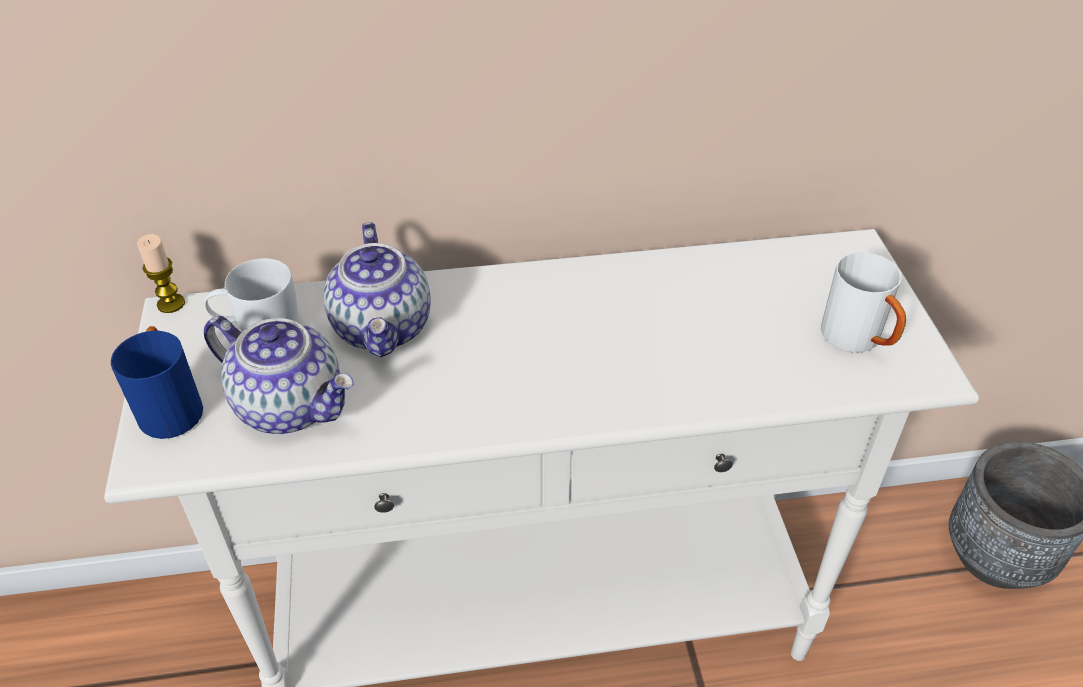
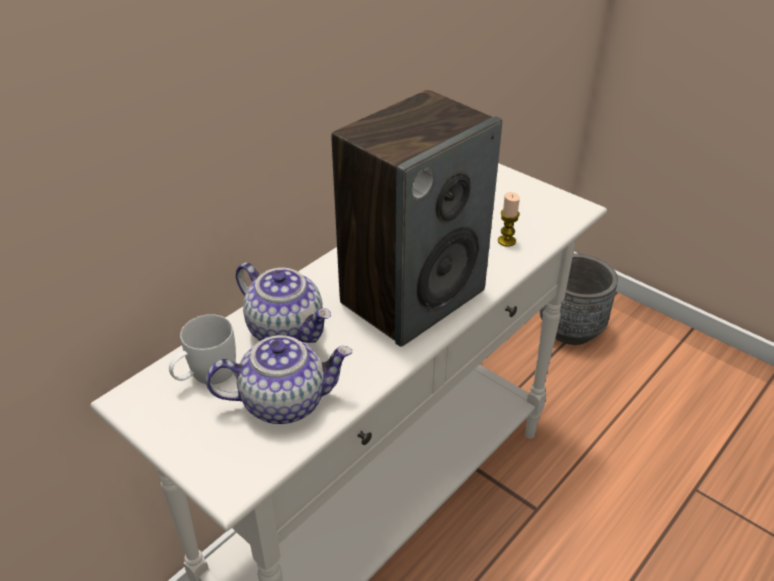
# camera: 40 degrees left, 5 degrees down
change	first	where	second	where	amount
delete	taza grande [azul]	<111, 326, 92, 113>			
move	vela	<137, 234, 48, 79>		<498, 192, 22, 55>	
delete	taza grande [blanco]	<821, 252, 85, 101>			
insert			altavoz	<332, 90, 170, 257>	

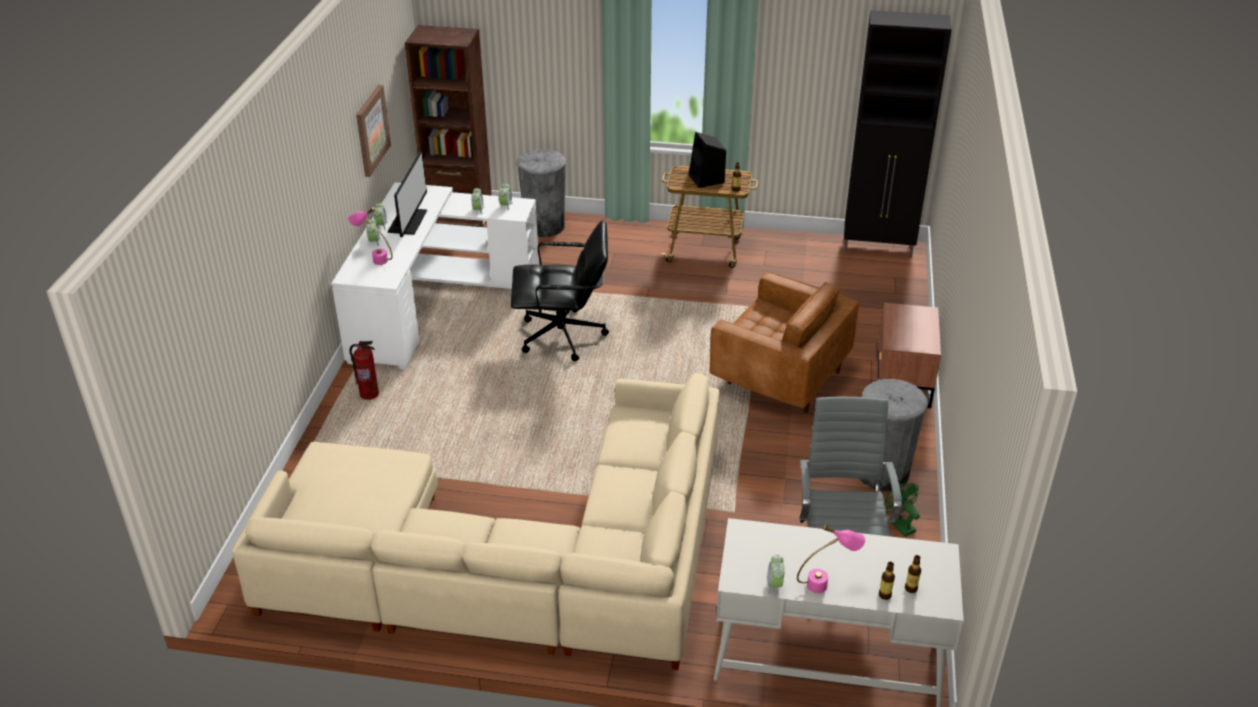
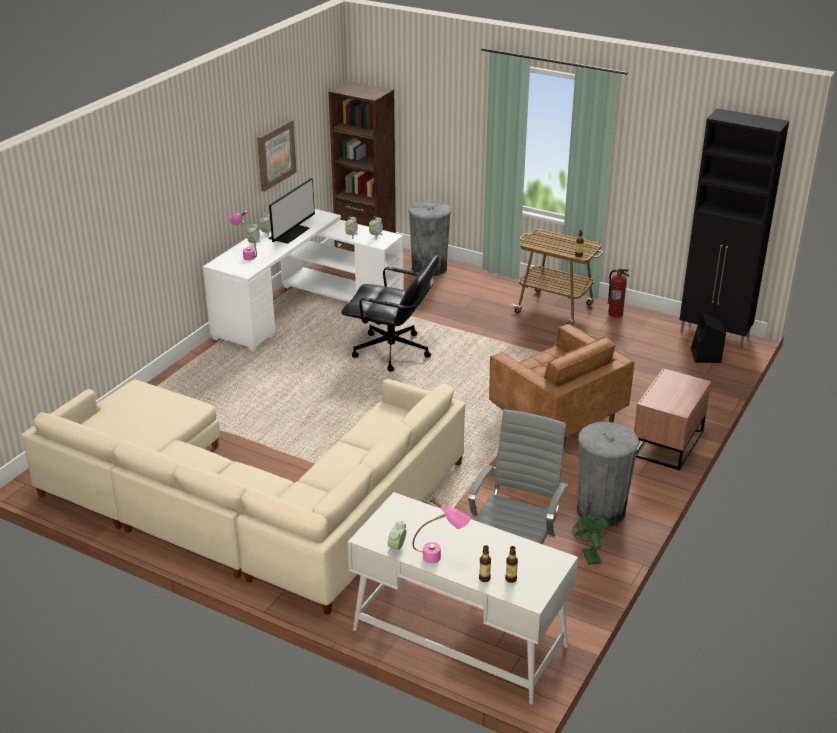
# camera: 20 degrees right, 5 degrees down
change	first	where	second	where	amount
move	extintor	<349, 341, 30, 59>		<608, 268, 21, 49>	
move	altavoz [negro]	<689, 132, 37, 56>		<691, 312, 35, 51>	

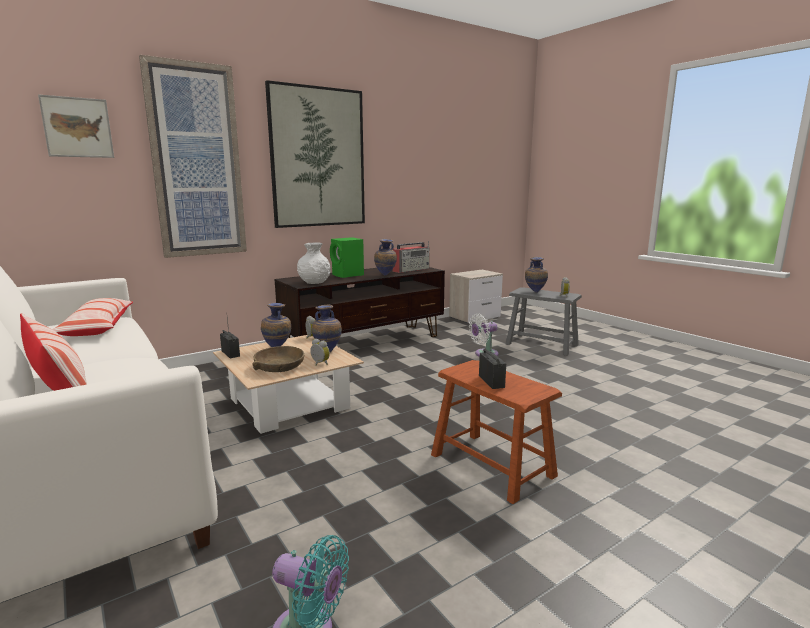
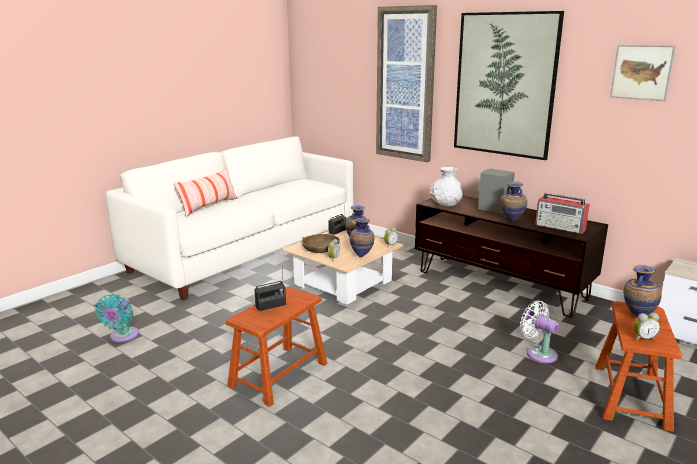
# camera: 75 degrees right, 5 degrees up
change	first	where	second	where	amount
move	cuadro	<38, 94, 76, 64>		<610, 45, 66, 56>	
delete	cojín	<52, 298, 81, 38>			
recolor	altavoz [verde]	<330, 237, 34, 41>	altavoz [gris]	<478, 168, 37, 46>	
recolor	taburete [gris]	<506, 288, 76, 68>	taburete [marrón]	<595, 301, 87, 131>	

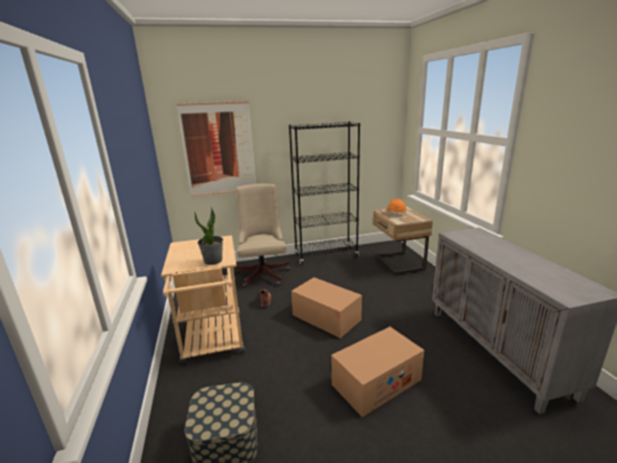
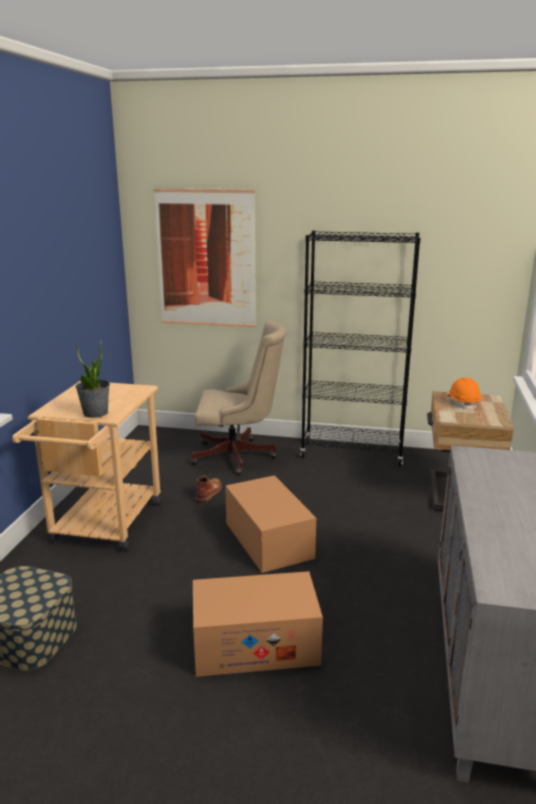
# camera: 25 degrees right, 0 degrees up
change	first	where	second	where	amount
rotate	silla de oficina [beis]	<235, 184, 55, 104>		<191, 321, 95, 154>	75 degrees clockwise

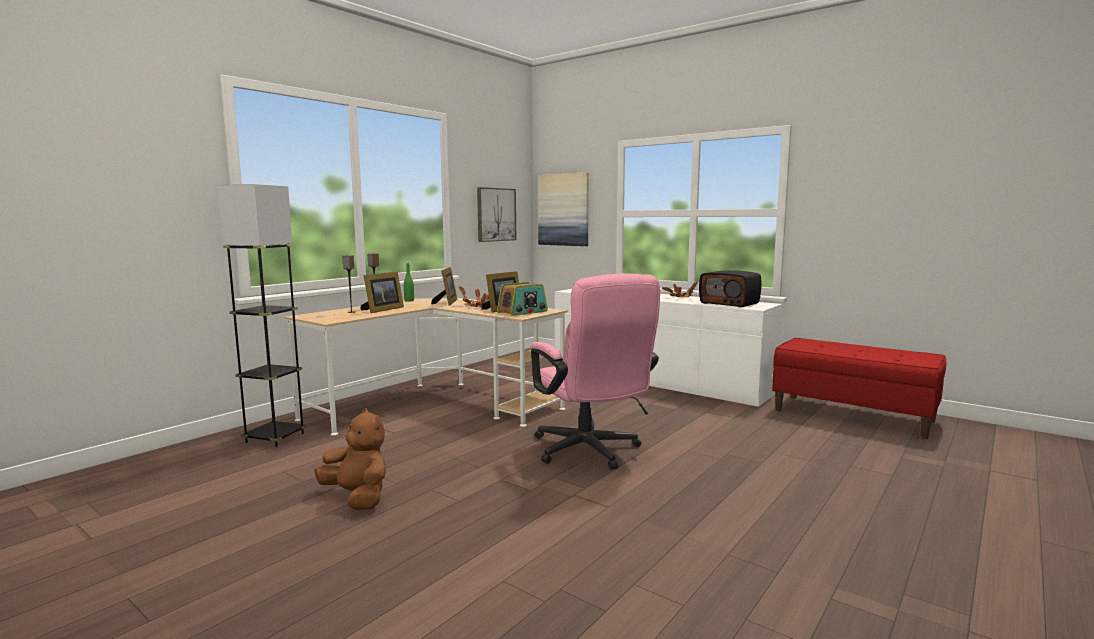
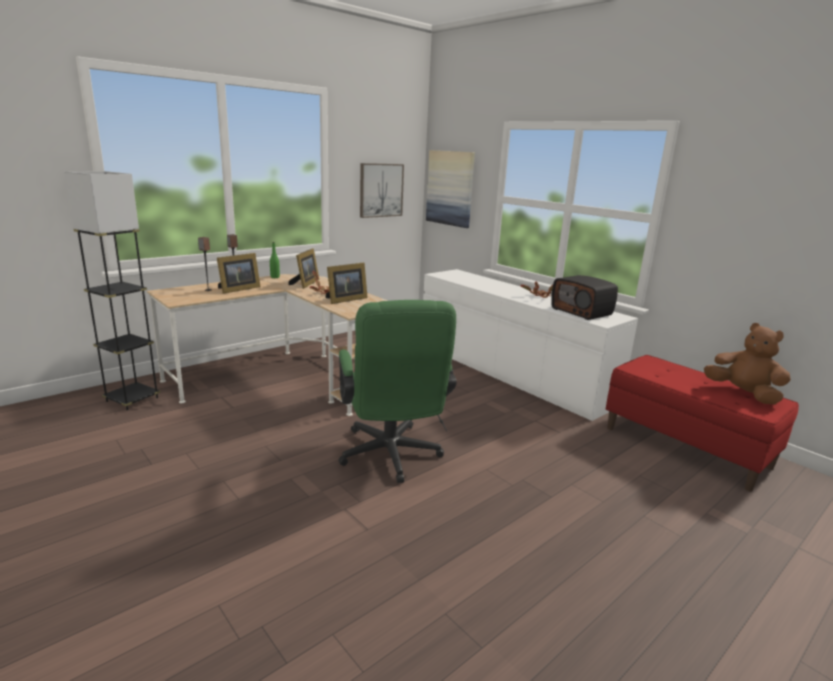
# camera: 10 degrees right, 10 degrees up
change	first	where	second	where	amount
move	peluche [marrón]	<314, 408, 72, 102>		<704, 323, 87, 82>	
delete	radio	<497, 282, 51, 34>			
recolor	silla de oficina [rosa]	<531, 273, 129, 197>	silla de oficina [verde]	<338, 300, 119, 183>	

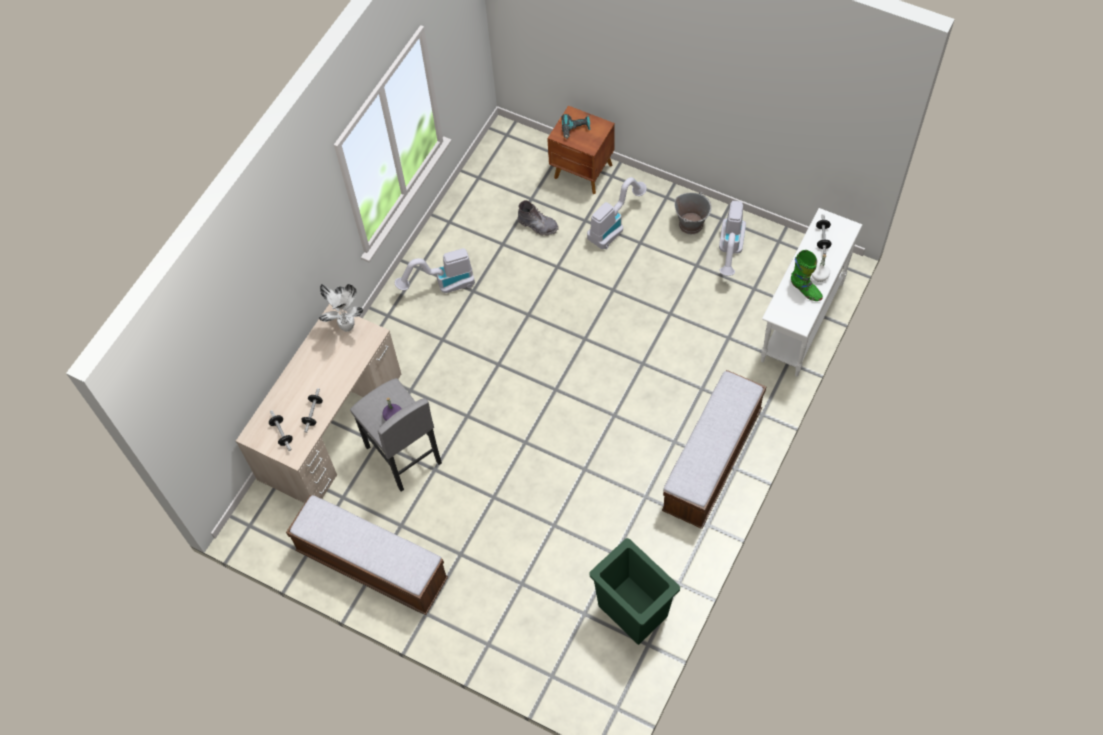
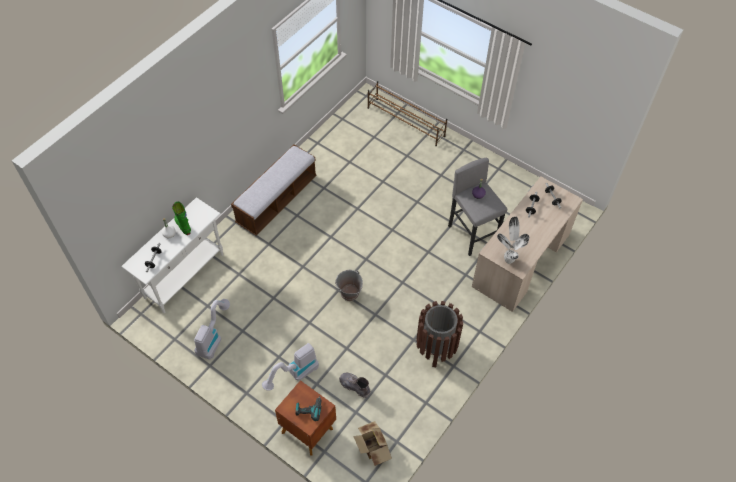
# camera: 175 degrees left, 5 degrees down
change	first	where	second	where	amount
delete	banco	<286, 495, 162, 120>			
replace	aspiradora	<395, 248, 80, 45>	papelera [marrón]	<416, 301, 47, 66>	
delete	papelera [verde]	<589, 538, 91, 107>			
move	cubo [gris]	<674, 192, 38, 42>		<335, 270, 28, 31>	
insert			caja de cartón	<353, 421, 39, 45>	
insert			zapatero [marrón]	<368, 81, 79, 65>	

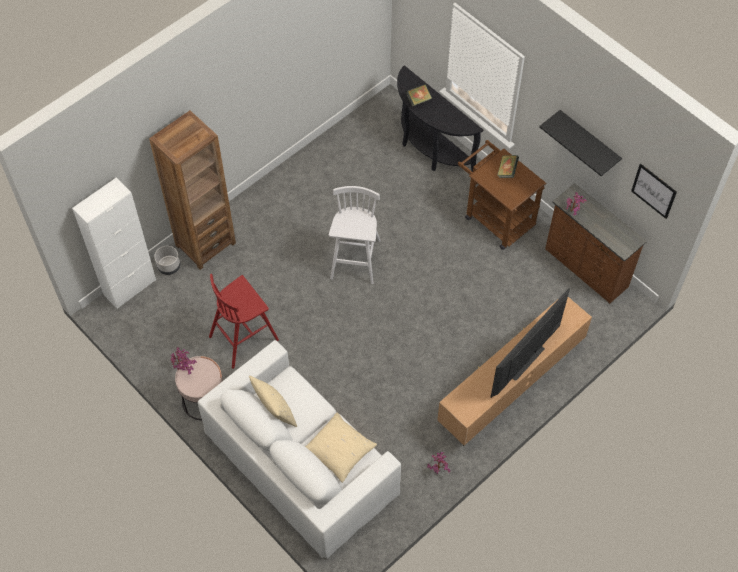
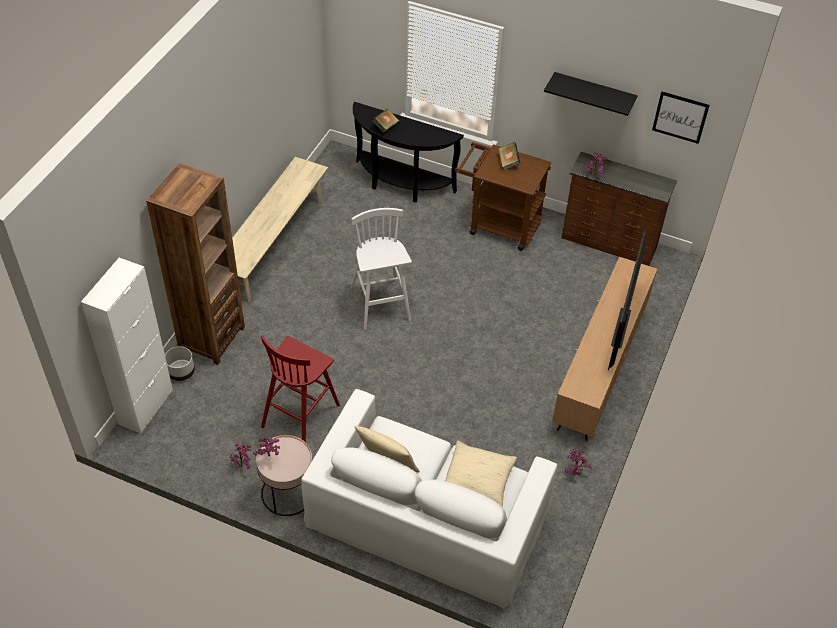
# camera: 25 degrees left, 10 degrees down
change	first	where	second	where	amount
insert			banco [beis]	<232, 157, 96, 145>	

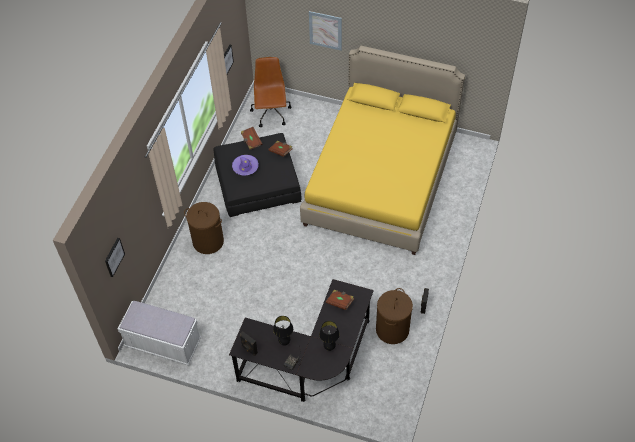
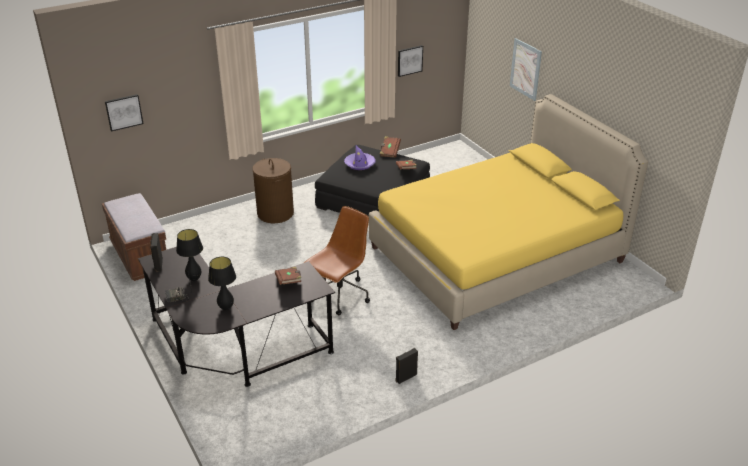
# camera: 40 degrees right, 20 degrees down
change	first	where	second	where	amount
recolor	banco [blanco]	<118, 301, 83, 64>	banco [marrón]	<102, 193, 64, 88>	
move	silla de oficina [marrón]	<250, 57, 42, 70>		<304, 206, 66, 109>	
delete	cesto de la ropa [marrón]	<376, 288, 37, 56>			

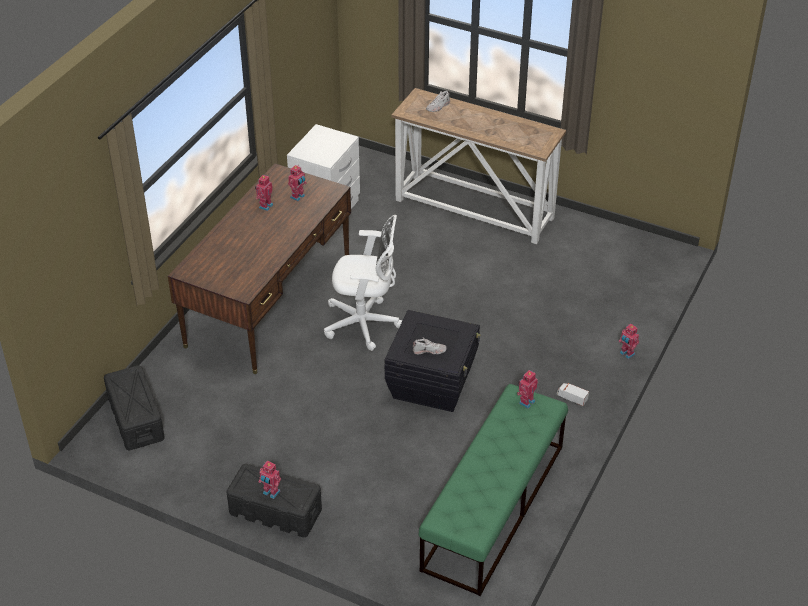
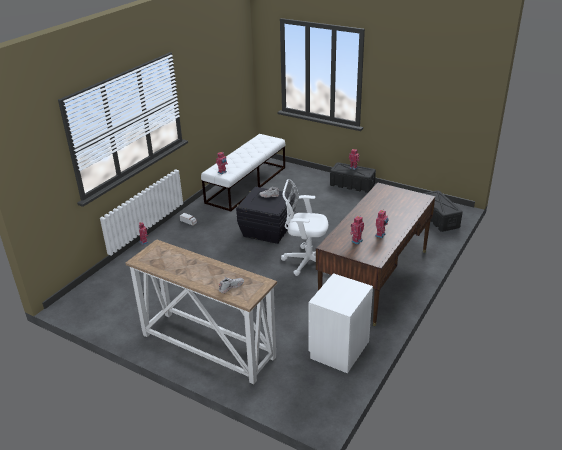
# camera: 175 degrees left, 10 degrees down
change	first	where	second	where	amount
recolor	banco [verde]	<419, 384, 149, 212>	banco [blanco]	<201, 134, 84, 78>	

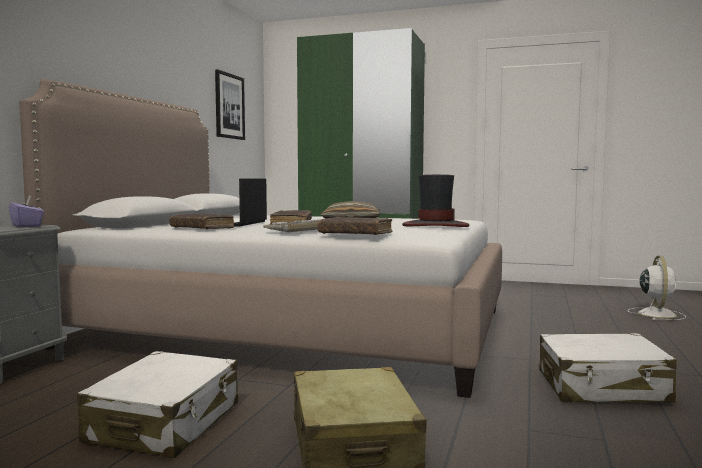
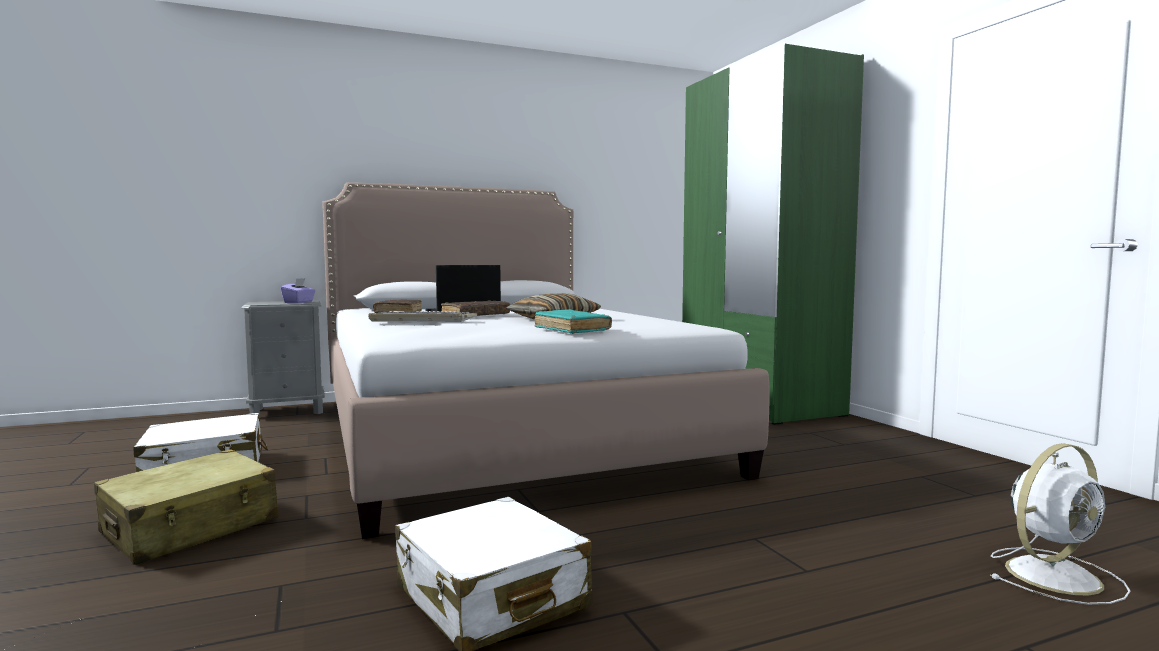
# camera: 50 degrees right, 0 degrees up
change	first	where	second	where	amount
delete	cuadro	<215, 69, 30, 71>			
delete	libro [marrón]	<317, 217, 75, 18>			
replace	sombrero	<402, 174, 67, 53>	libro [turquesa]	<535, 309, 77, 25>	

